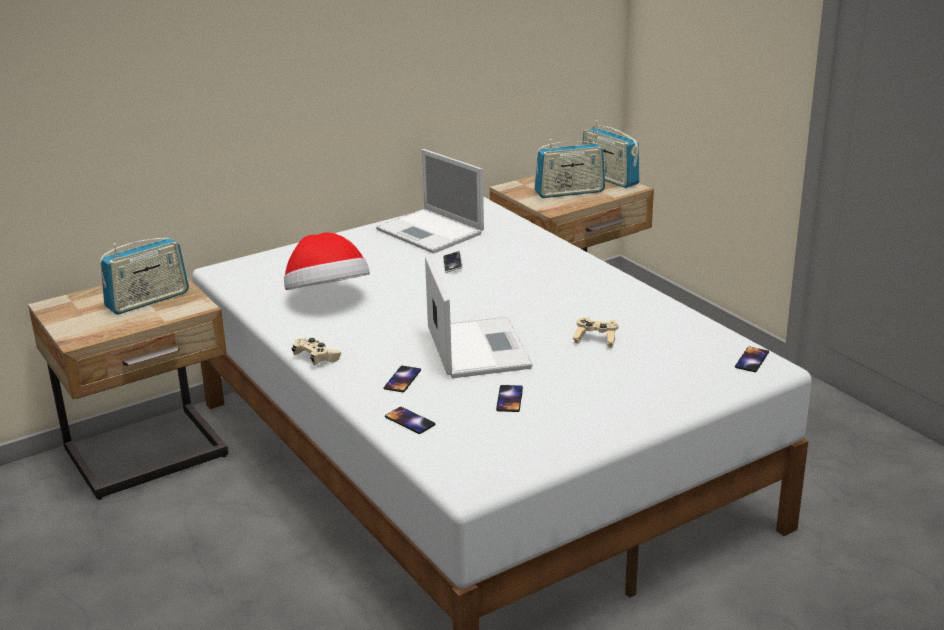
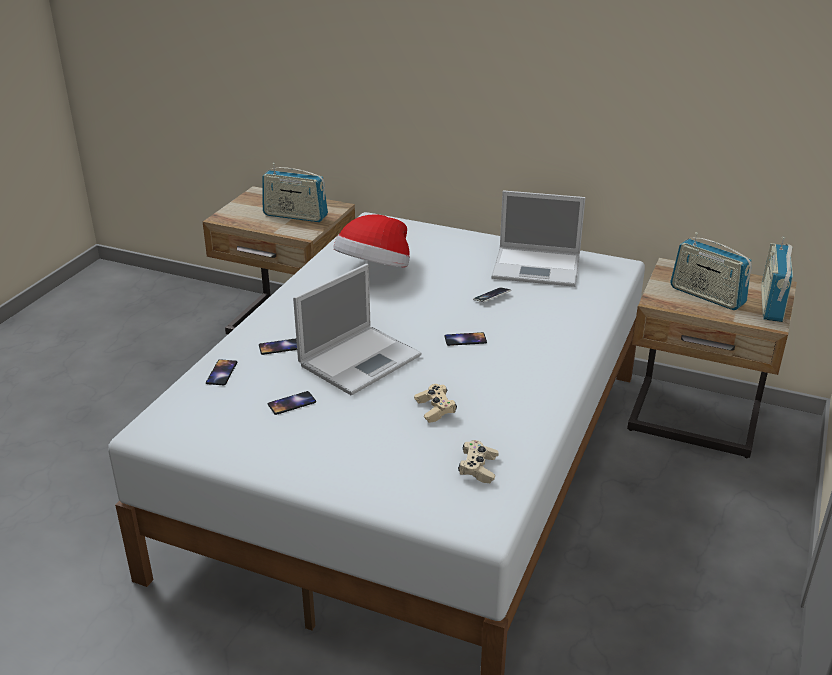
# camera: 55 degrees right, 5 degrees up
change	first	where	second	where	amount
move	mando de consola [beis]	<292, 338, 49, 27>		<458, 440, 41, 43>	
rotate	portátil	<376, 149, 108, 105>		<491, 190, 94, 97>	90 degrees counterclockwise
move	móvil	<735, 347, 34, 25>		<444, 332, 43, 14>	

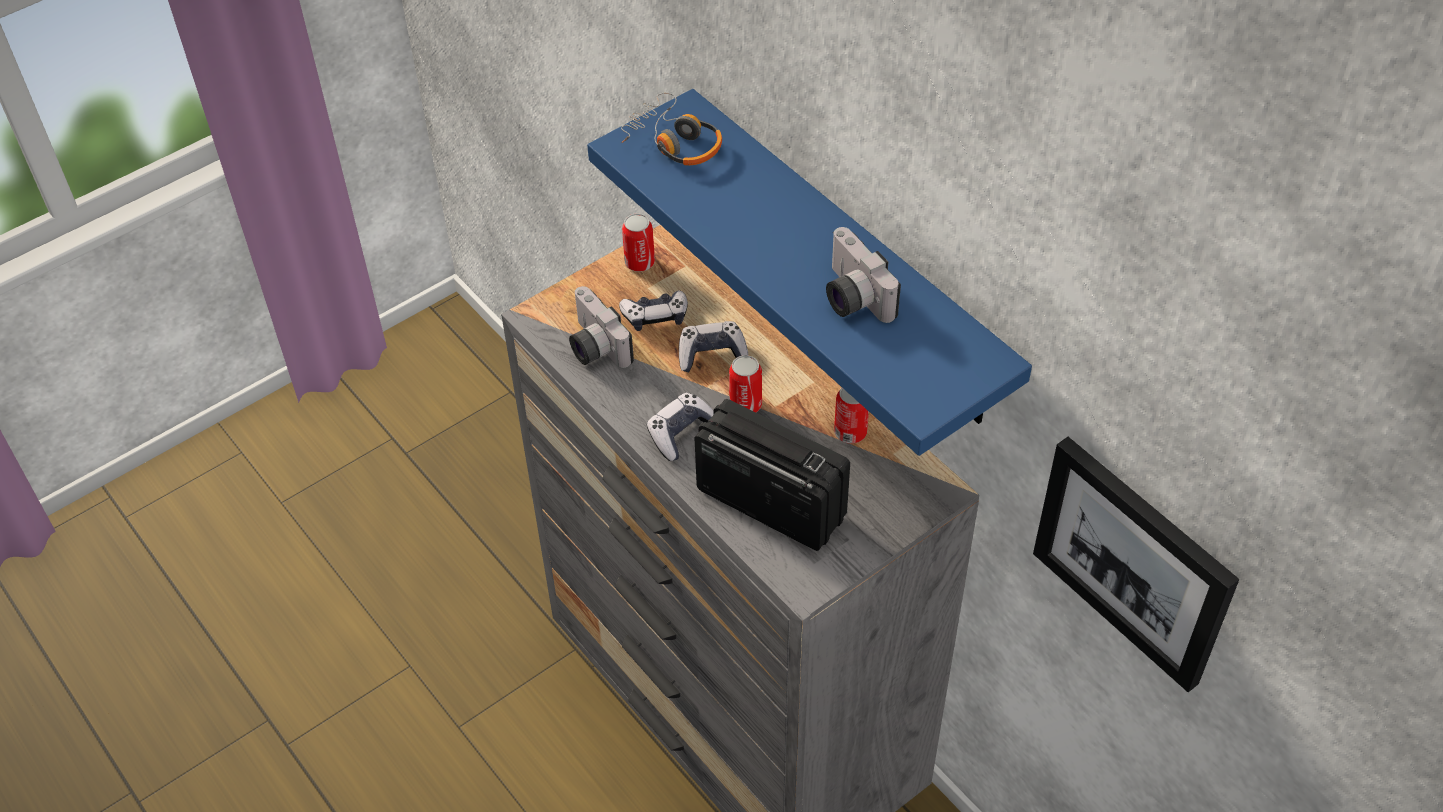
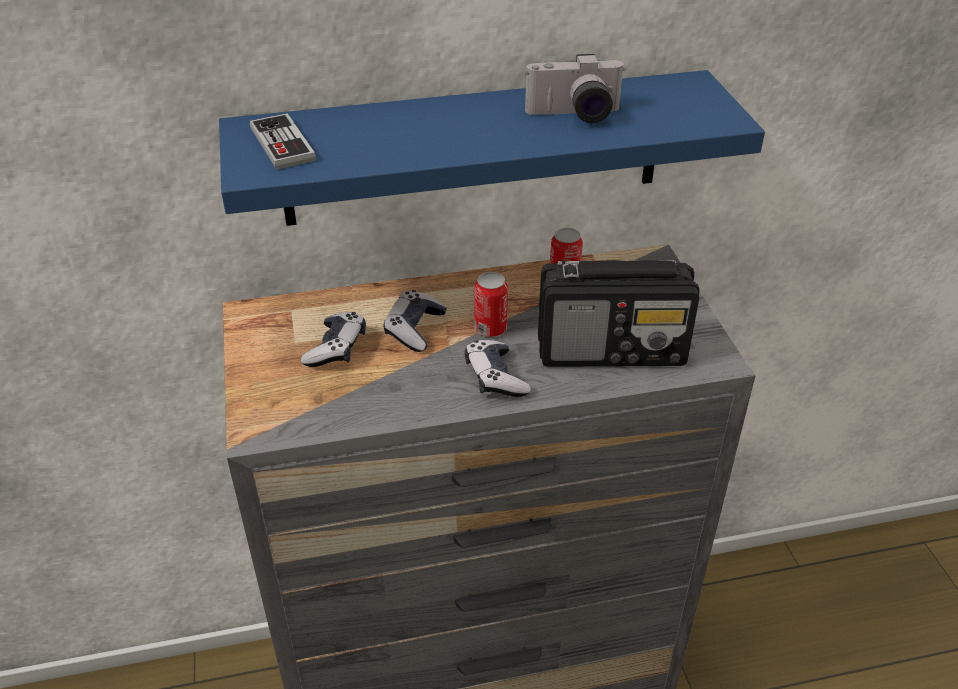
# camera: 65 degrees left, 10 degrees down
change	first	where	second	where	amount
delete	cámara	<569, 286, 65, 82>			
replace	auriculares	<621, 93, 101, 72>	mando de consola	<250, 113, 66, 57>	
delete	lata	<622, 213, 33, 59>			
rotate	radio	<695, 399, 155, 152>		<538, 259, 161, 108>	150 degrees counterclockwise
delete	cuadro	<1033, 437, 206, 255>			

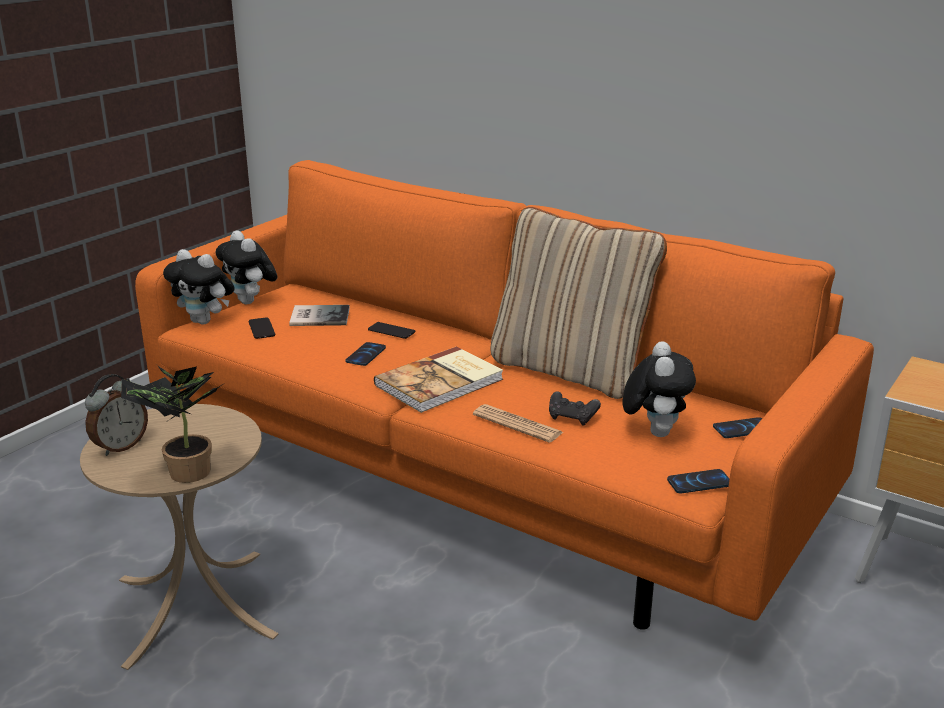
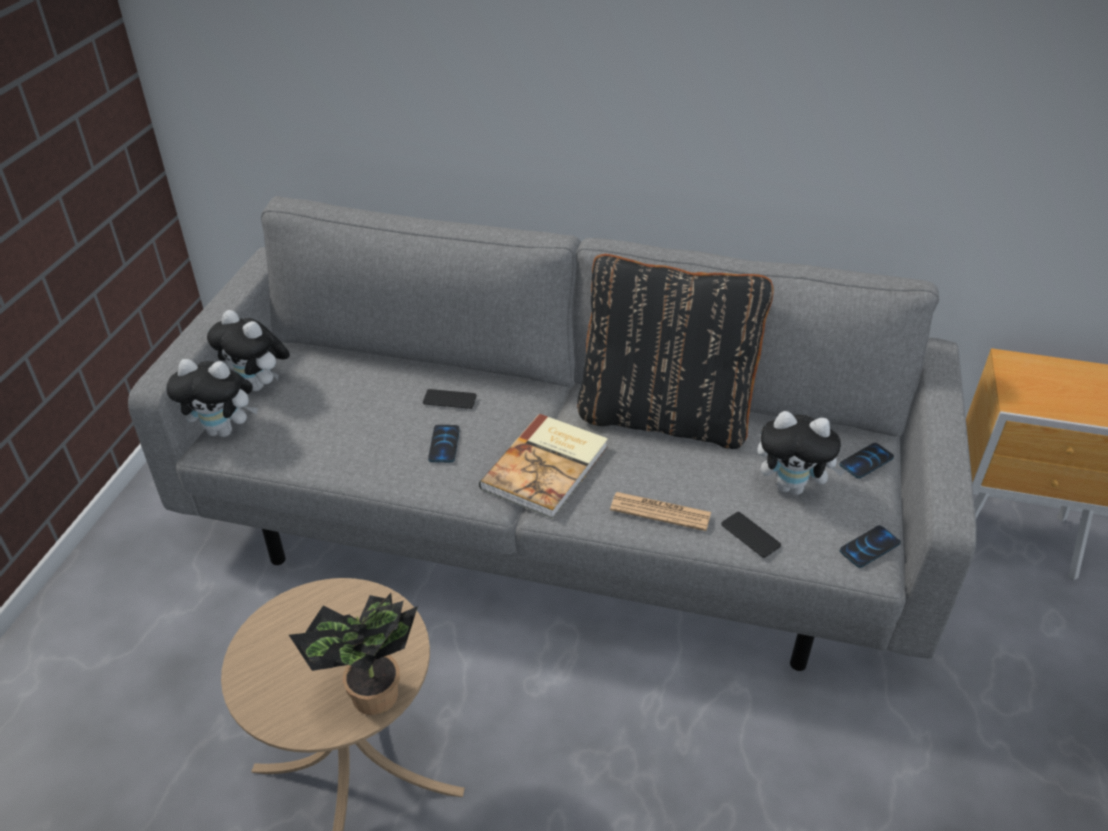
# camera: 20 degrees left, 15 degrees up
change	first	where	second	where	amount
delete	despertador	<85, 374, 63, 82>			
recolor	sofá [naranja]	<135, 160, 739, 470>	sofá [gris]	<128, 196, 849, 475>	
move	móvil	<249, 317, 26, 22>		<721, 512, 60, 46>	
delete	libro	<289, 305, 61, 21>			
recolor	cojín [beis]	<490, 207, 177, 192>	cojín [negro]	<577, 254, 197, 195>	
delete	mando de consola [negro]	<549, 391, 52, 35>			
rotate	peluche	<622, 341, 74, 96>		<757, 411, 89, 84>	120 degrees clockwise

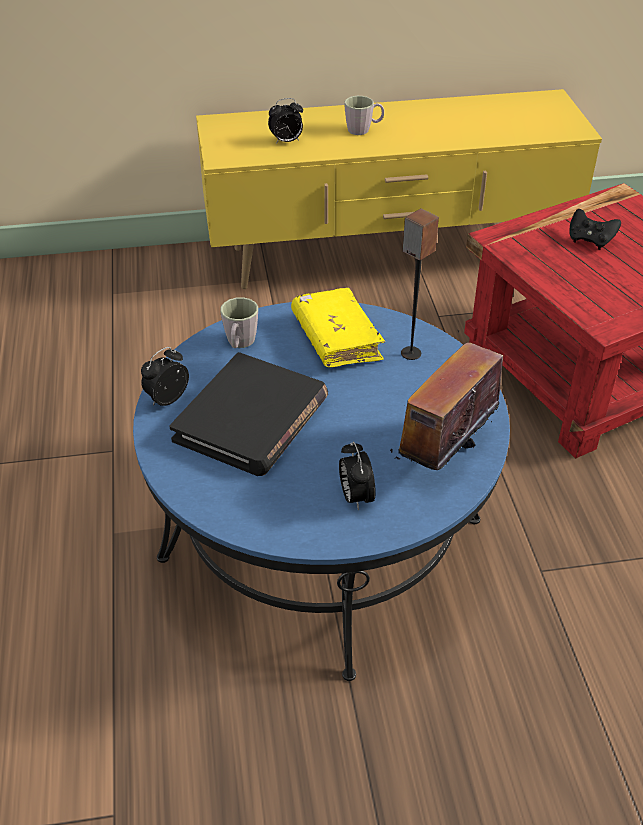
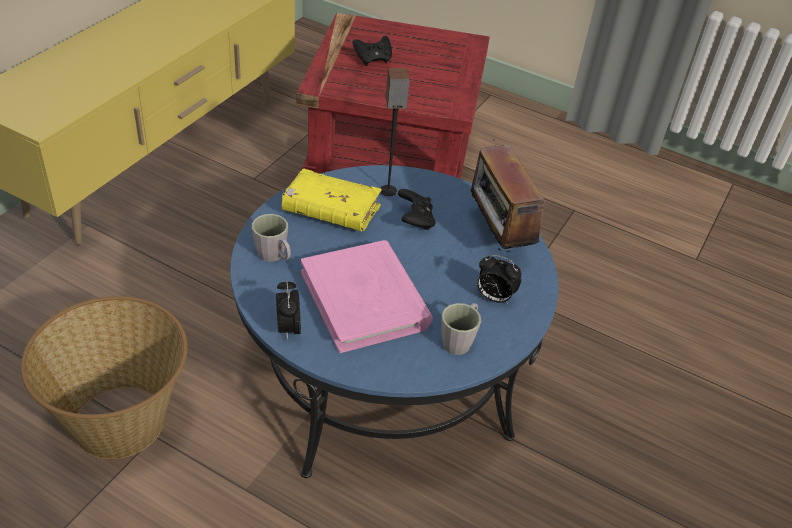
# camera: 55 degrees left, 0 degrees up
change	first	where	second	where	amount
recolor	libro [negro]	<169, 352, 159, 124>	libro [rosa]	<301, 240, 132, 113>	
delete	despertador	<268, 98, 35, 46>			
move	taza grande [gris]	<344, 96, 40, 39>		<441, 303, 40, 52>	
insert			cesta	<21, 296, 167, 163>	
insert			mando de consola [negro]	<398, 189, 37, 41>	

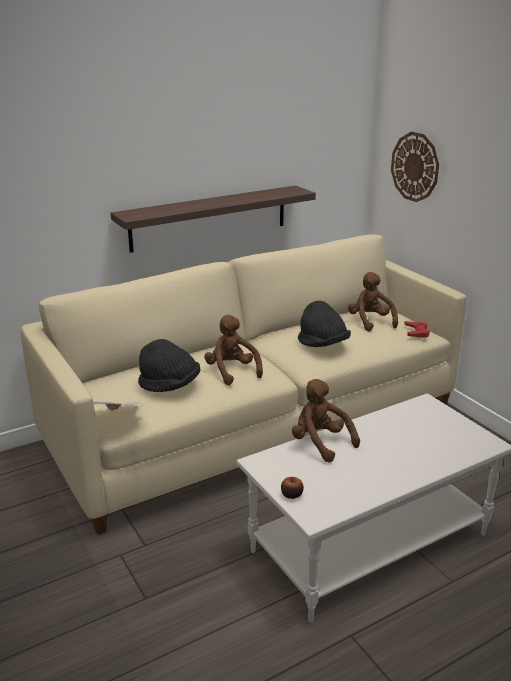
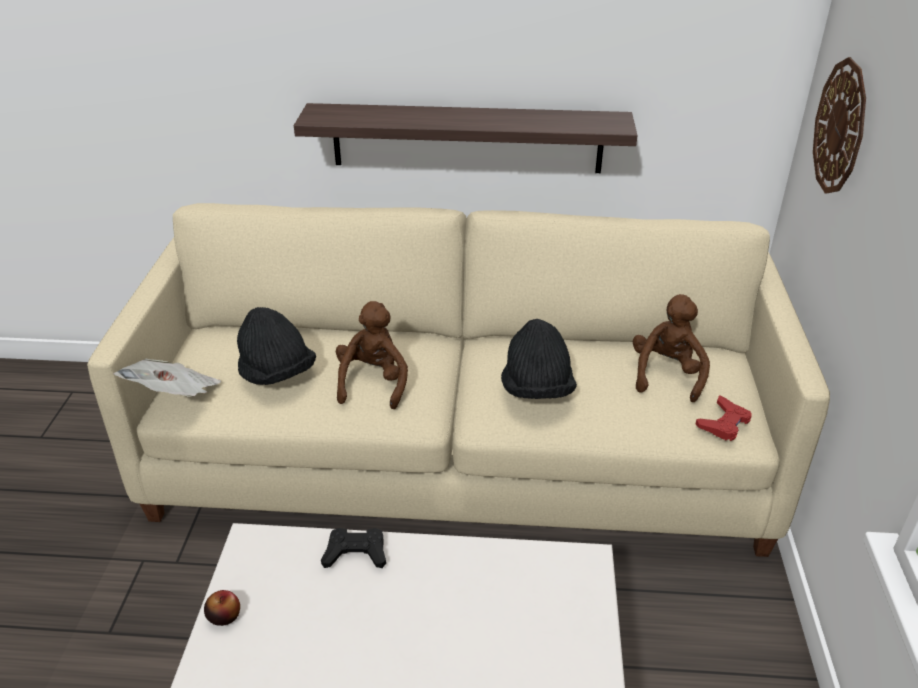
# camera: 35 degrees right, 10 degrees up
change	first	where	second	where	amount
replace	peluche [marrón]	<292, 379, 68, 84>	mando de consola [negro]	<321, 528, 65, 40>	

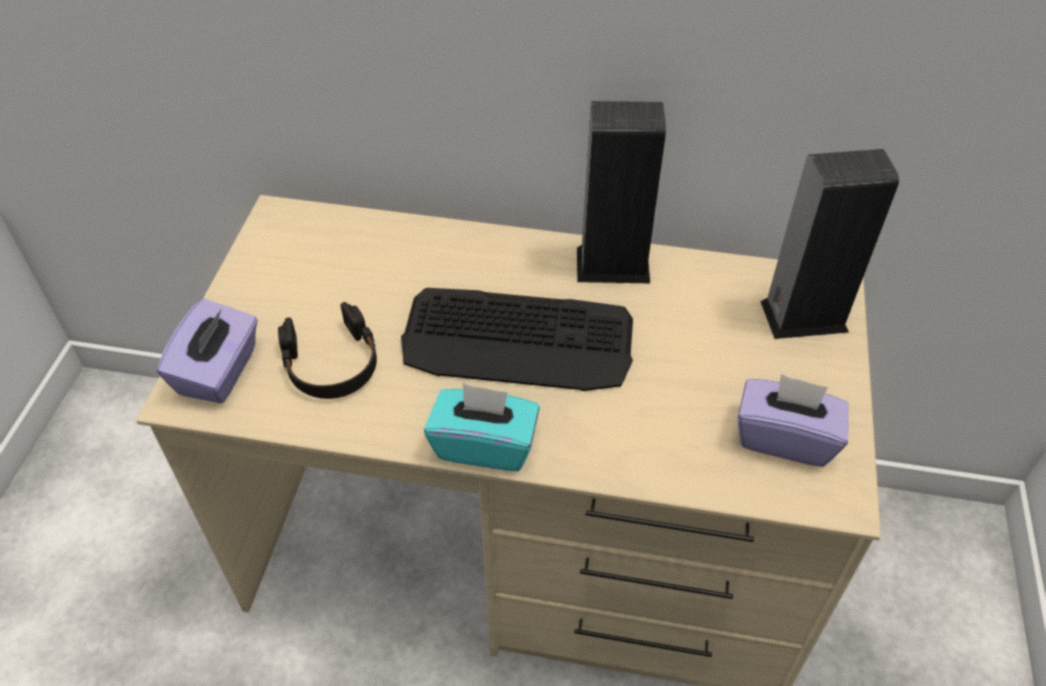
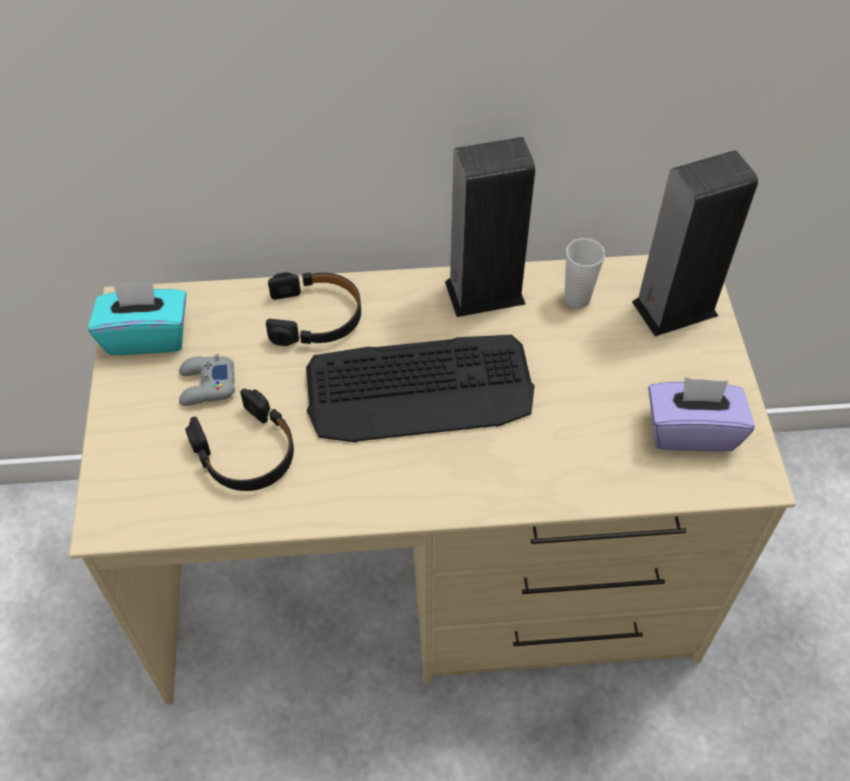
# camera: 15 degrees left, 5 degrees up
change	first	where	second	where	amount
delete	caja de pañuelos [morado]	<157, 298, 101, 105>			
move	caja de pañuelos [turquesa]	<424, 383, 116, 88>		<88, 283, 99, 72>	
insert			mando de consola [gris]	<179, 354, 56, 52>	
insert			auriculares [negro]	<266, 272, 95, 74>	
insert			taza	<564, 238, 41, 70>	

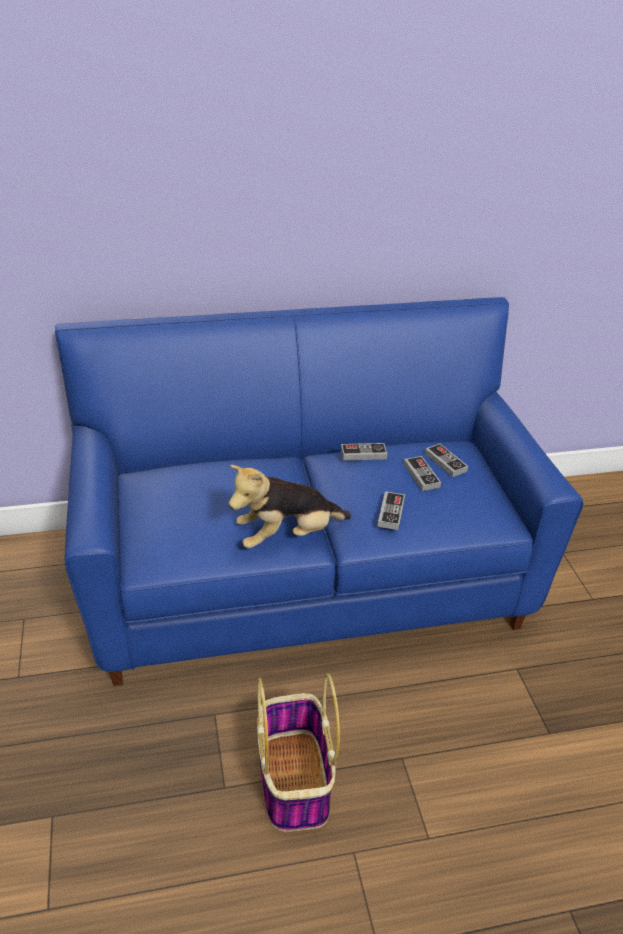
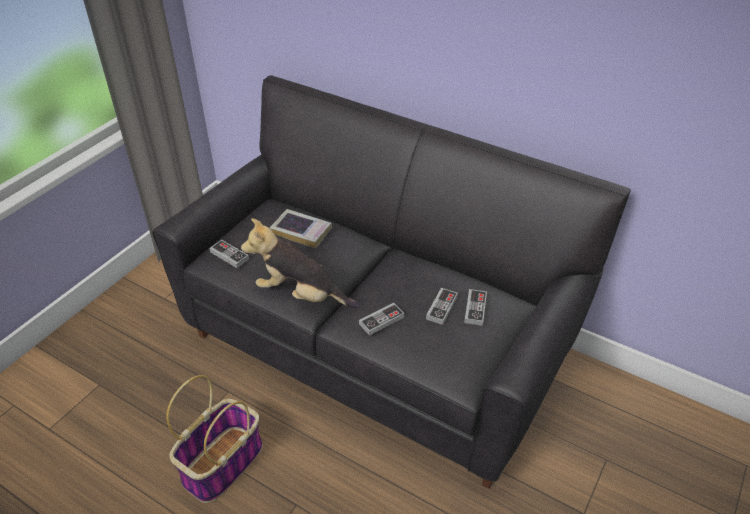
# camera: 45 degrees right, 5 degrees up
change	first	where	second	where	amount
recolor	sofá [azul]	<55, 297, 529, 389>	sofá [negro]	<152, 75, 479, 414>	
move	mando de consola	<341, 443, 46, 18>		<210, 240, 39, 28>	
insert			libro	<270, 209, 62, 39>	

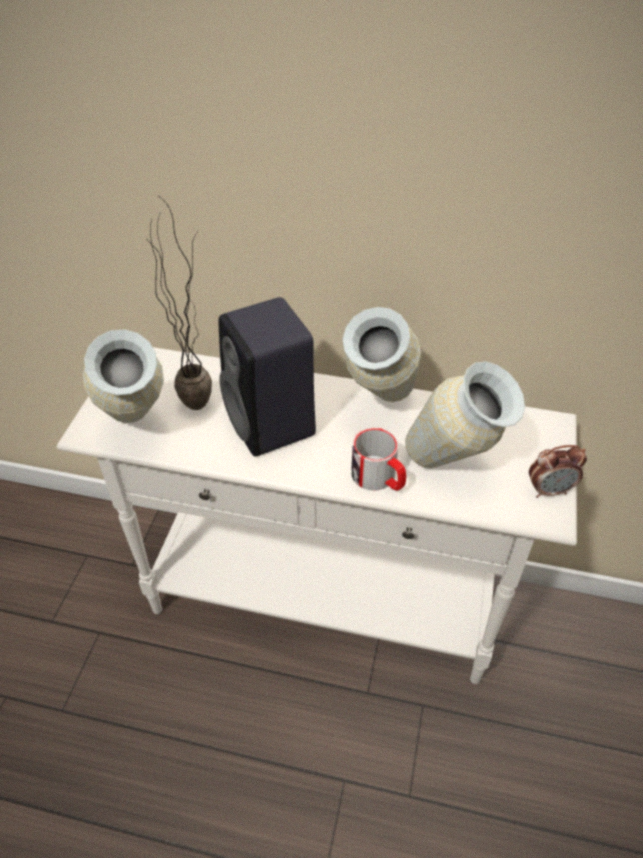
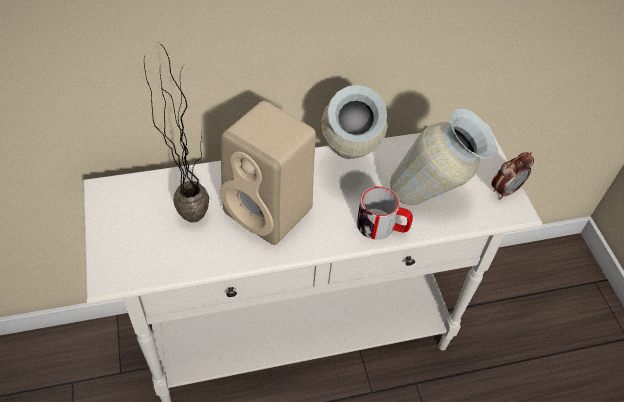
# camera: 30 degrees left, 5 degrees up
change	first	where	second	where	amount
delete	florero	<83, 329, 81, 94>			
recolor	altavoz [negro]	<218, 297, 98, 159>	altavoz [beis]	<220, 101, 96, 144>	

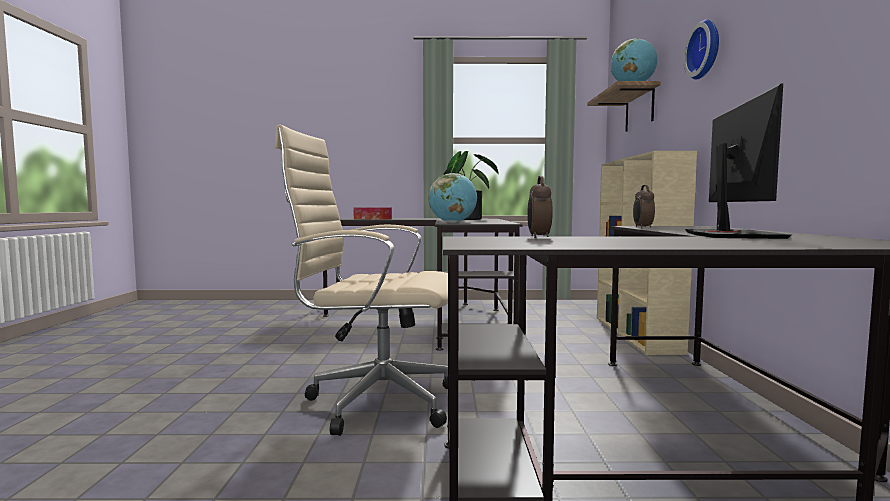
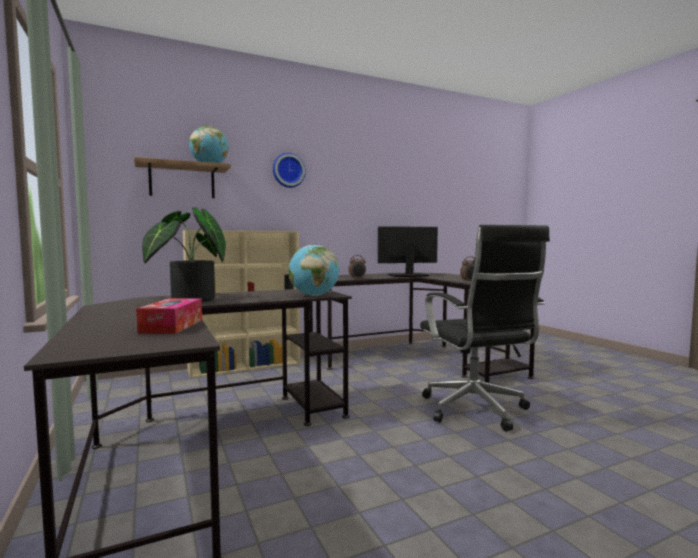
# camera: 115 degrees left, 0 degrees up
change	first	where	second	where	amount
recolor	silla de oficina [beis]	<274, 124, 174, 312>	silla de oficina [negro]	<420, 225, 130, 207>	

